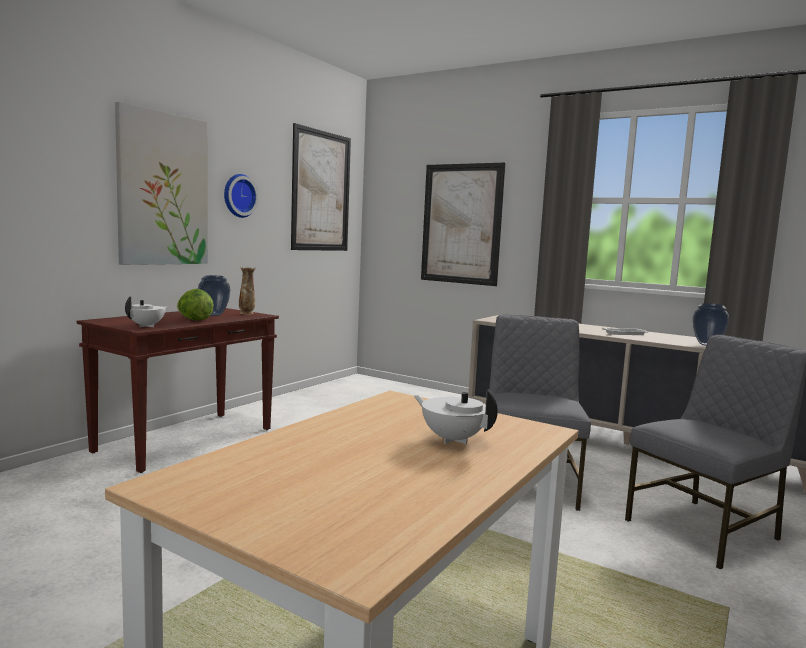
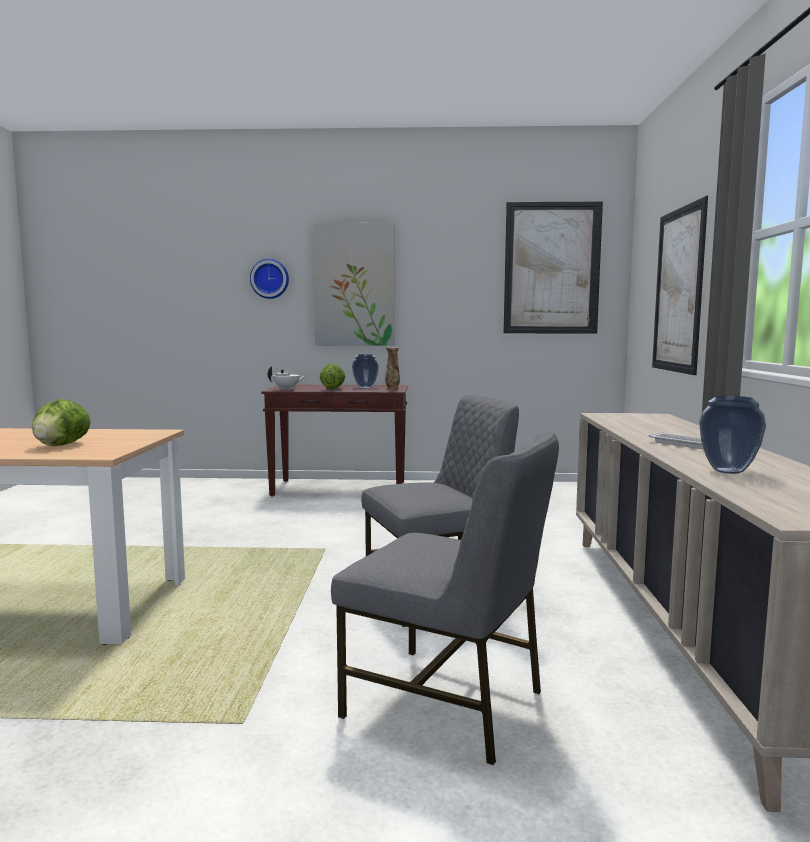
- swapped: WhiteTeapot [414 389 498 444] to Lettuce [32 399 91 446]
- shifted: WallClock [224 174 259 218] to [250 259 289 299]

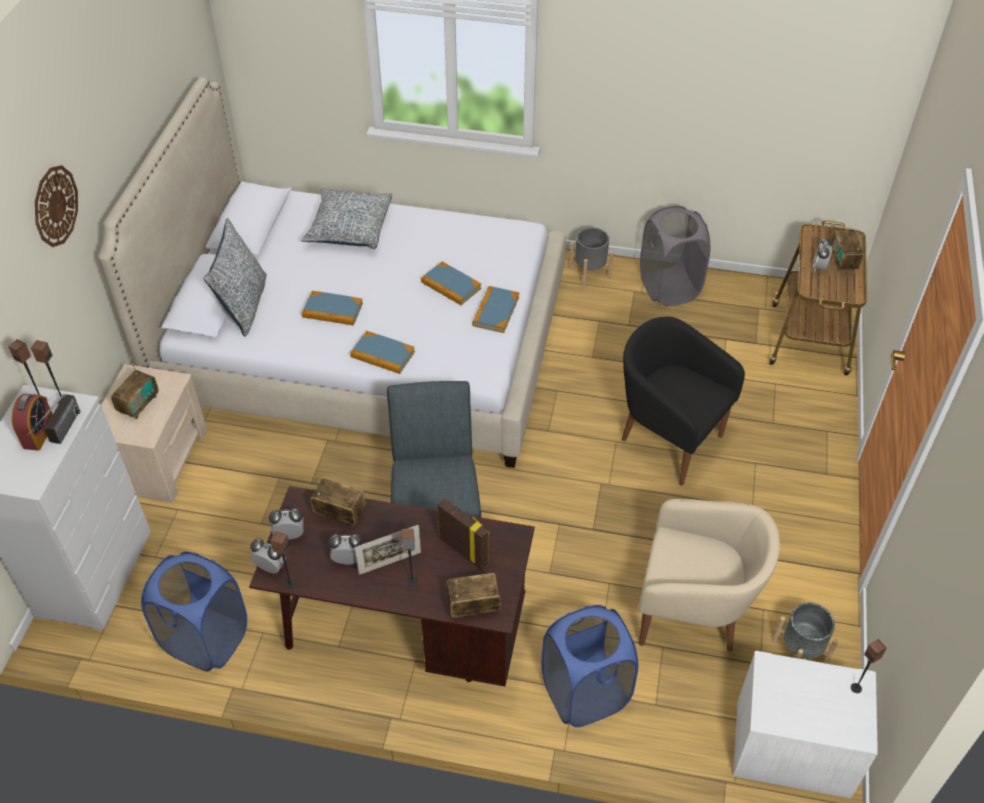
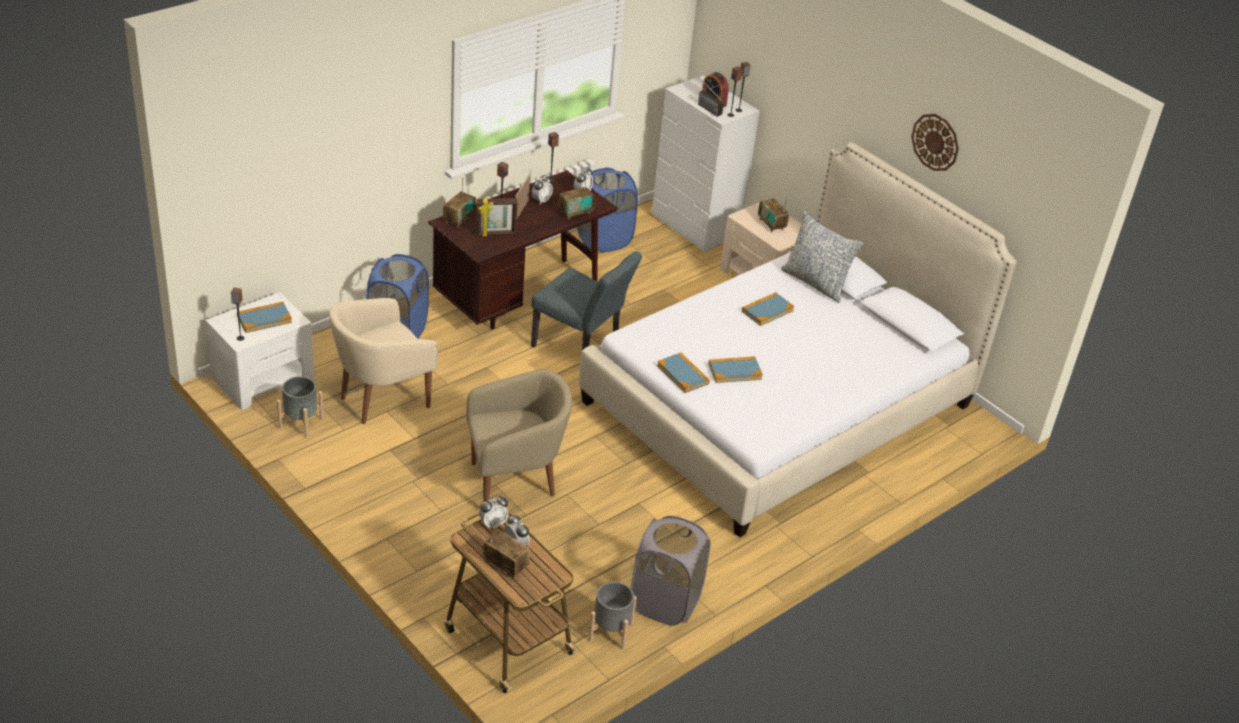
- shifted: Book [350 331 415 374] to [237 302 292 333]
- repainted: BlackArmchair [622 317 745 486] to BeigeArmchair [467 369 572 502]
- shifted: AlarmClock [250 538 286 574] to [479 496 508 529]
- shifted: GreyPlanter [569 228 614 287] to [589 581 637 650]
- shifted: WallClock [35 165 78 247] to [911 114 959 171]
- gone: Pillow [301 188 392 249]

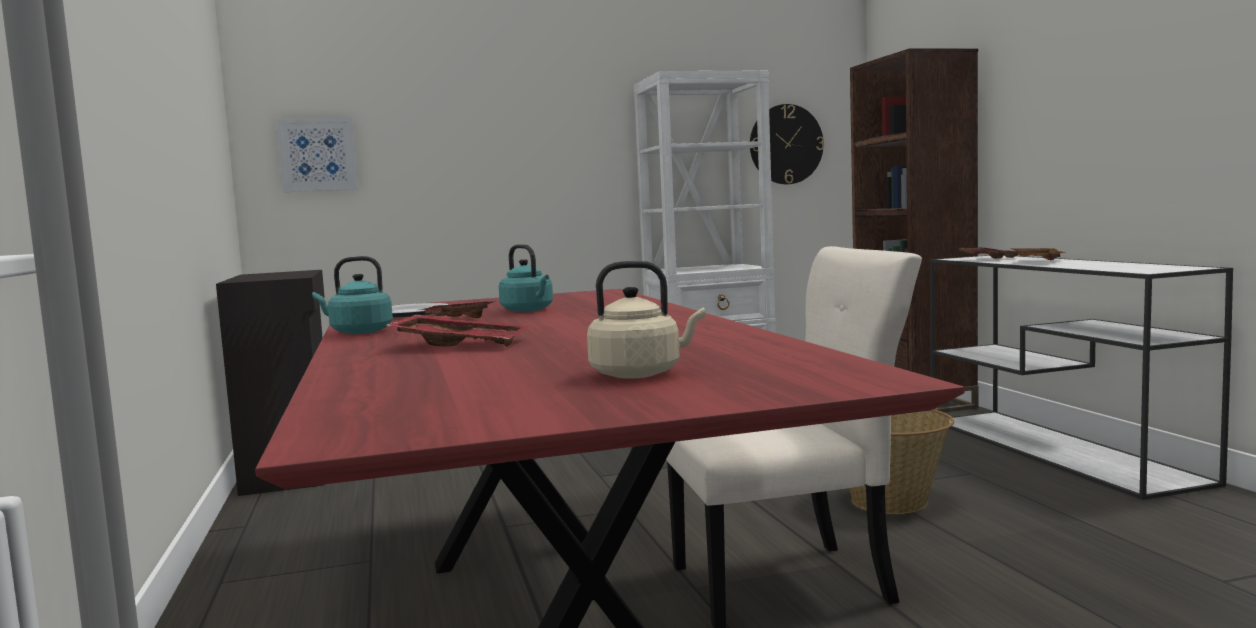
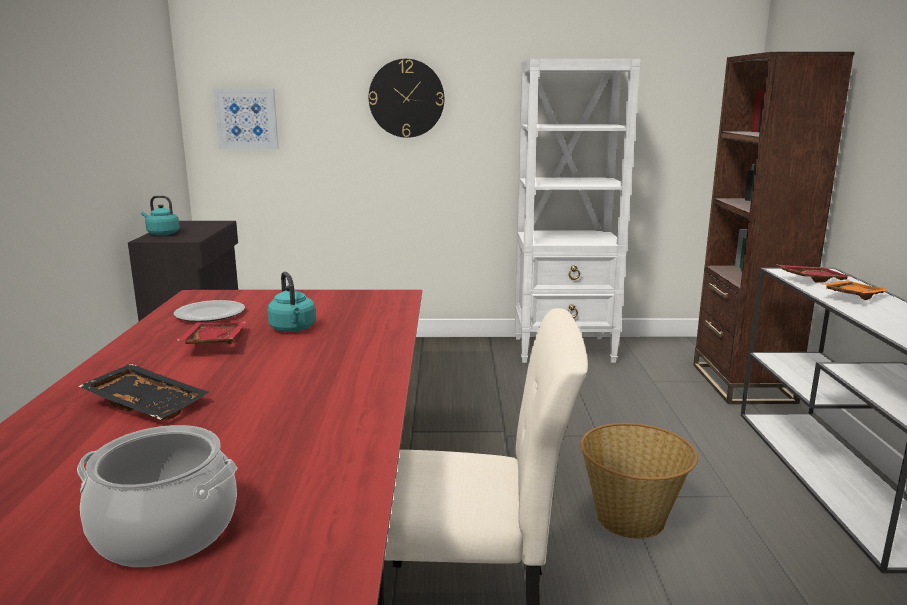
- swapped: BeigeKettle [587 261 705 379] to CookingPot [77 425 237 567]
- repainted: RedTray [387 315 529 347] to BlackTray [78 364 209 420]
- shifted: TurquoiseKettle [312 256 393 334] to [141 195 180 236]
- shifted: WallClock [750 104 824 184] to [369 59 444 138]

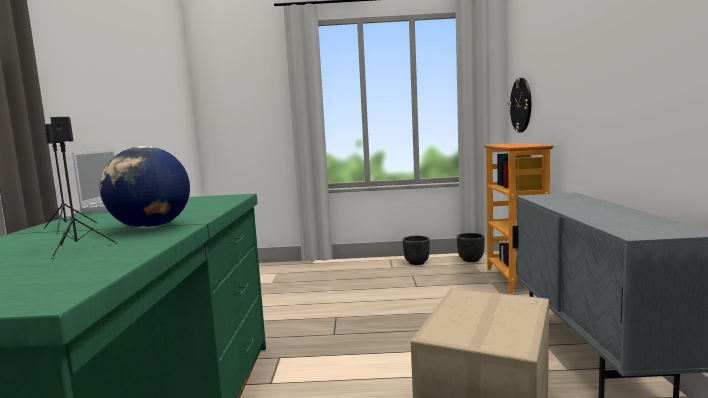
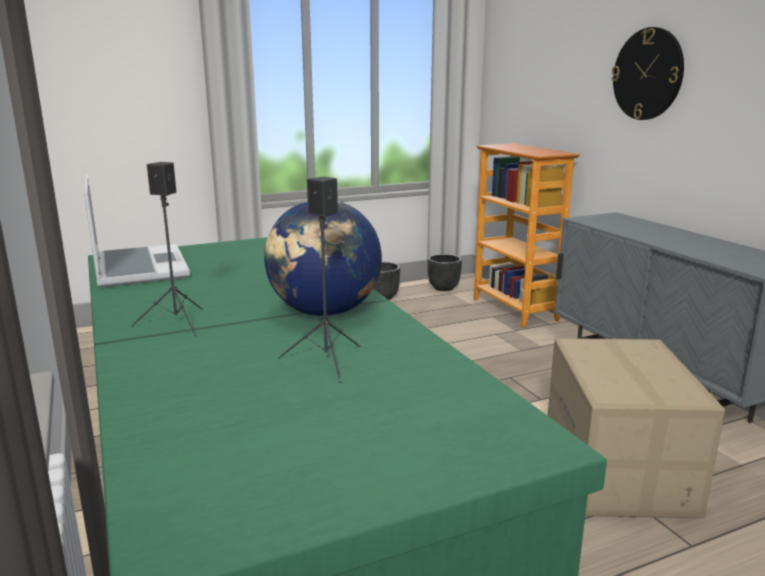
- shifted: WallClock [508 78 531 133] to [611 27 684 120]

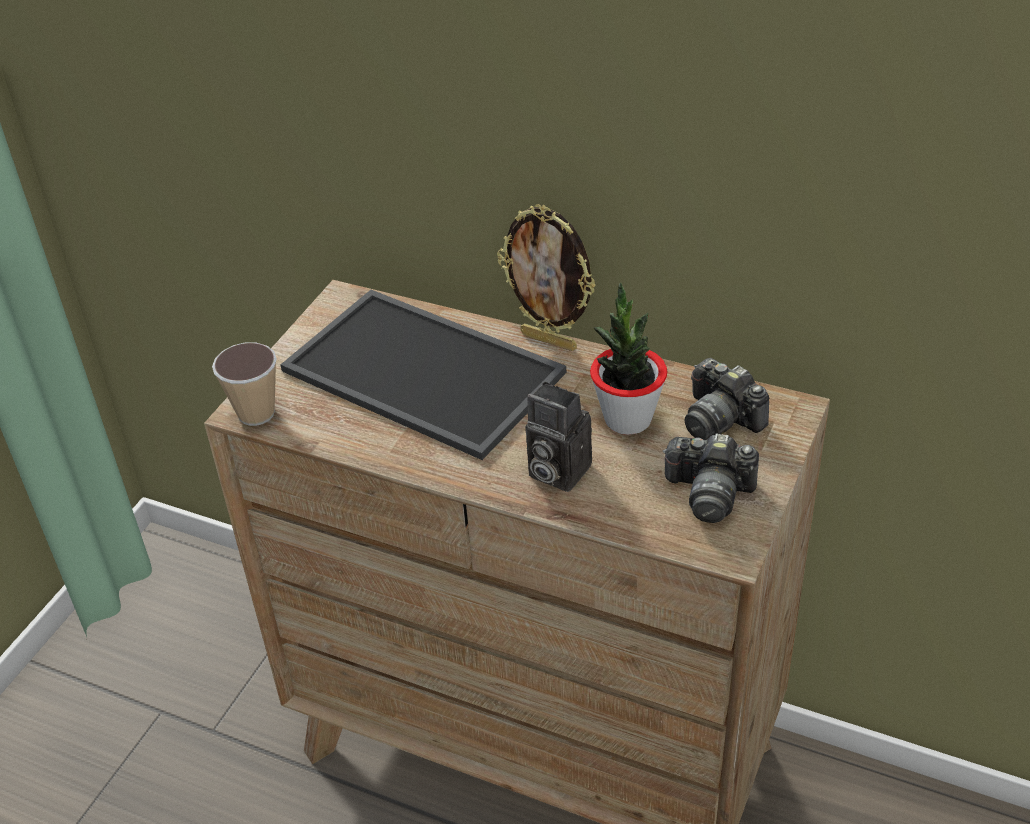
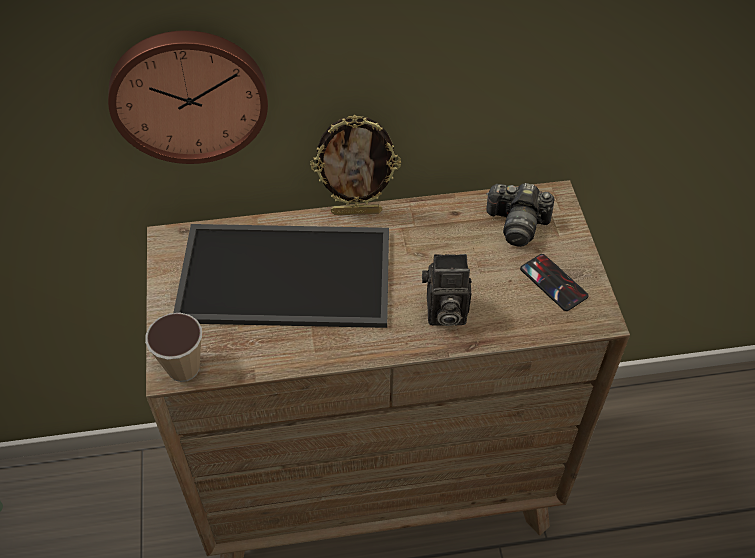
- new: WallClock [108 30 268 164]
- swapped: PhotoCamera [663 434 759 523] to Phone [520 254 589 311]
- gone: PottedPlant [590 283 667 435]

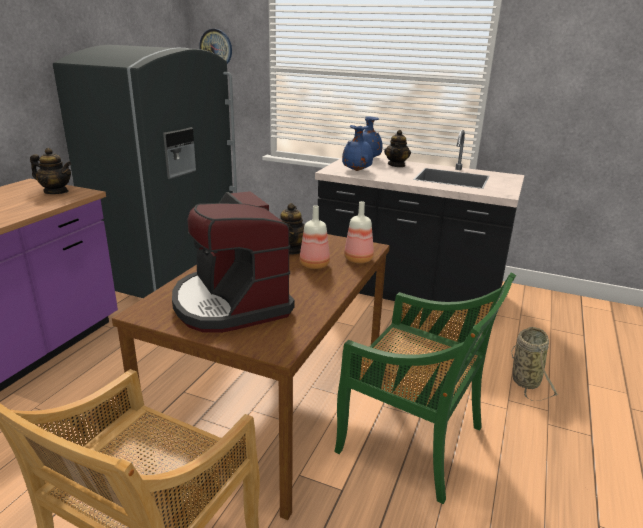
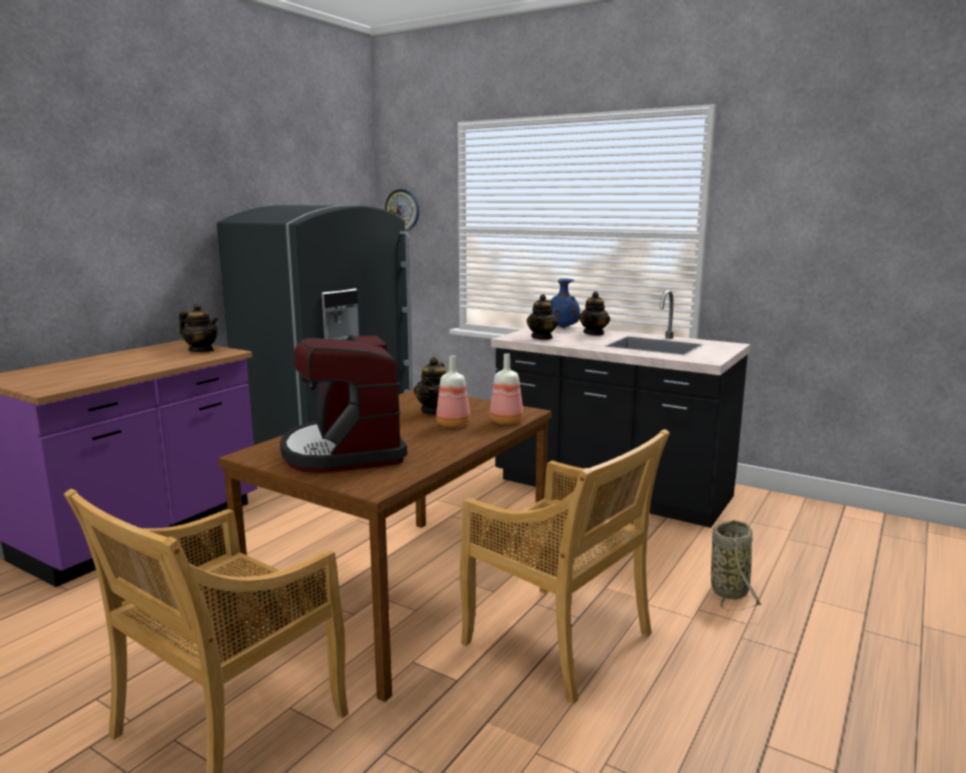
- repainted: GreenChair [334 273 516 504] to BeigeChair [460 429 670 704]
- swapped: BlueVase [342 125 373 171] to Teapot [527 294 558 340]

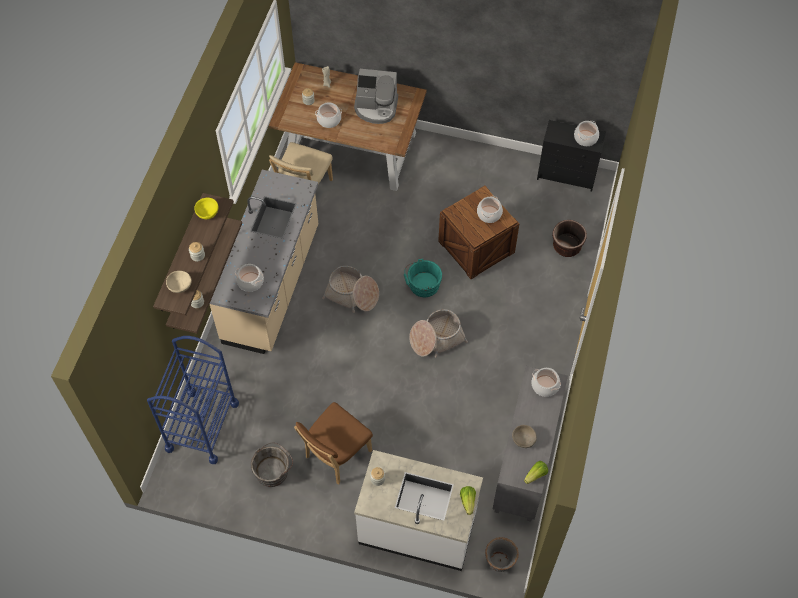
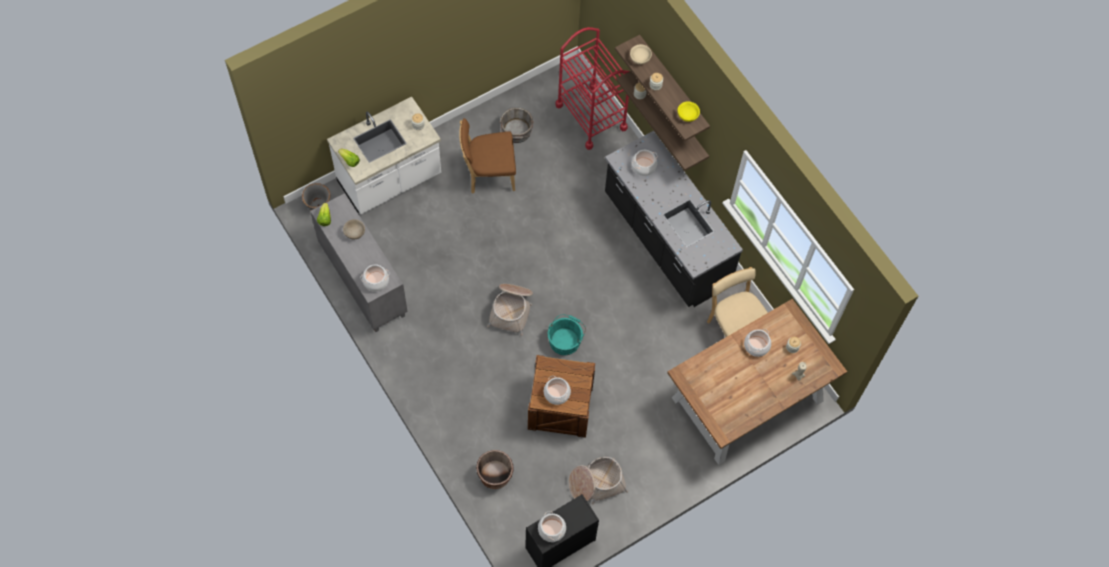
- rotated: BrownChair [294 402 373 484] = [459 118 516 194] 90 degrees counterclockwise
- repainted: BlueCart [147 336 239 464] to RedCart [555 27 630 150]
- shifted: Basket [322 266 379 313] to [569 457 628 504]
- repainted: BeigeCounter [210 170 318 354] to BlackCounter [605 131 743 307]
- gone: CoffeeMachine [354 69 398 124]

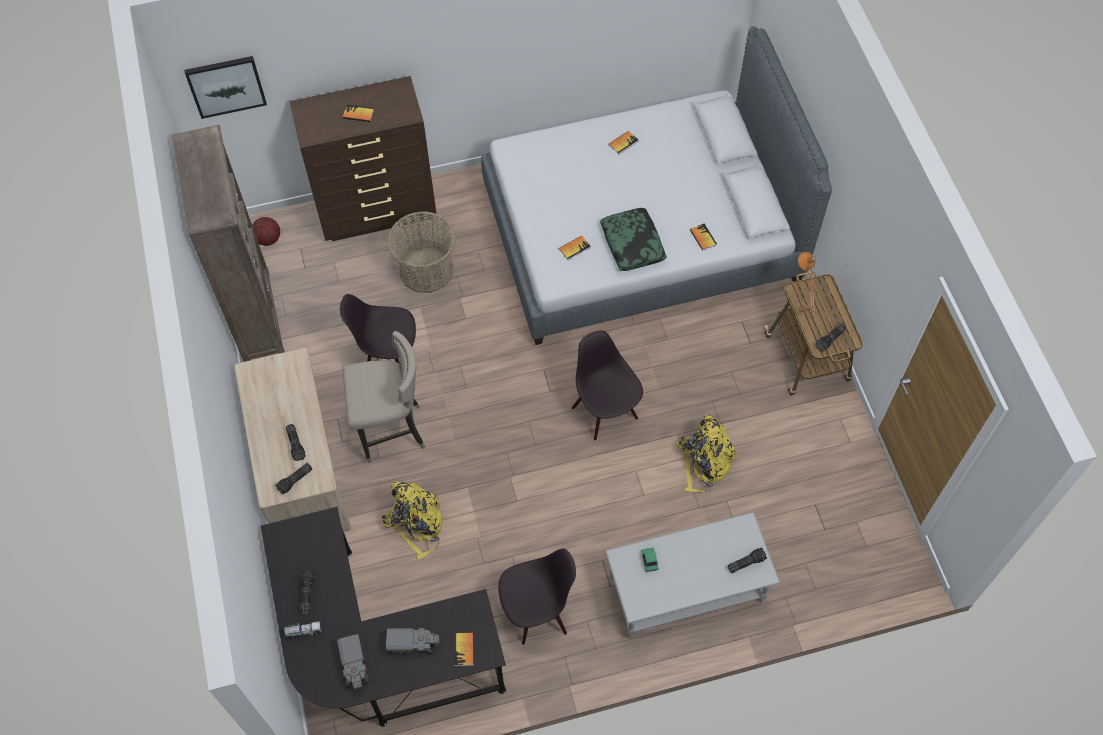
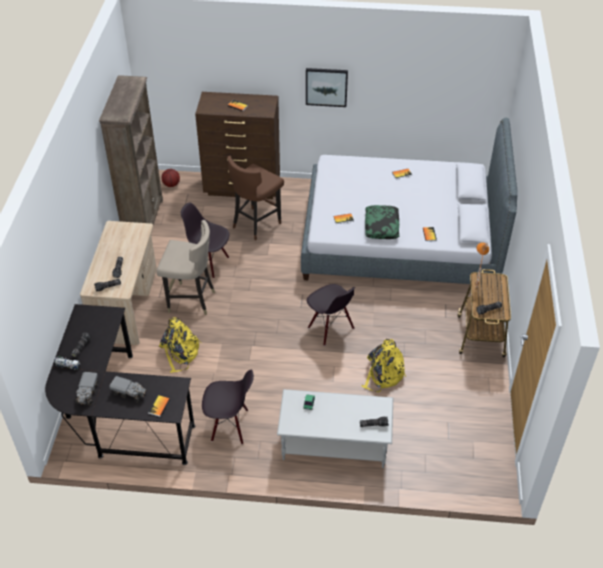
- swapped: Basket [388 212 455 293] to BrownStool [227 156 284 240]
- shifted: Picture [184 56 267 119] to [306 68 348 107]
- rotated: BlackChair [572 330 643 441] = [307 284 355 346] 150 degrees clockwise

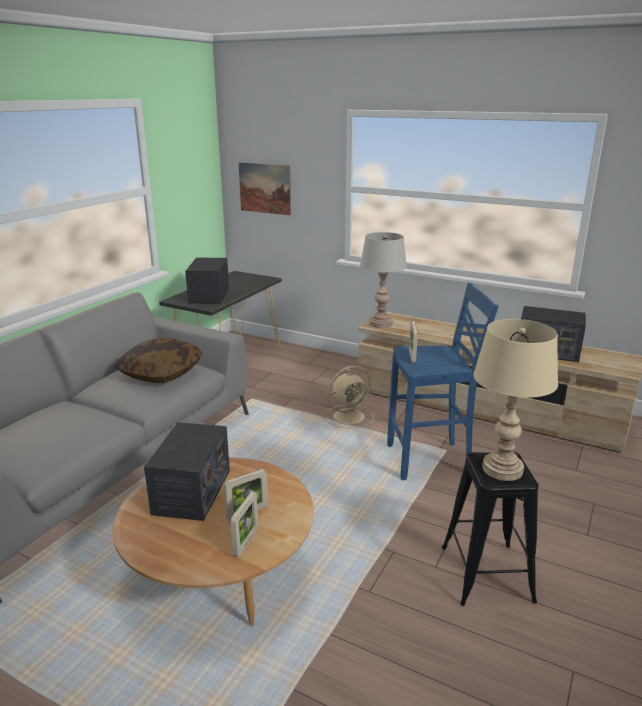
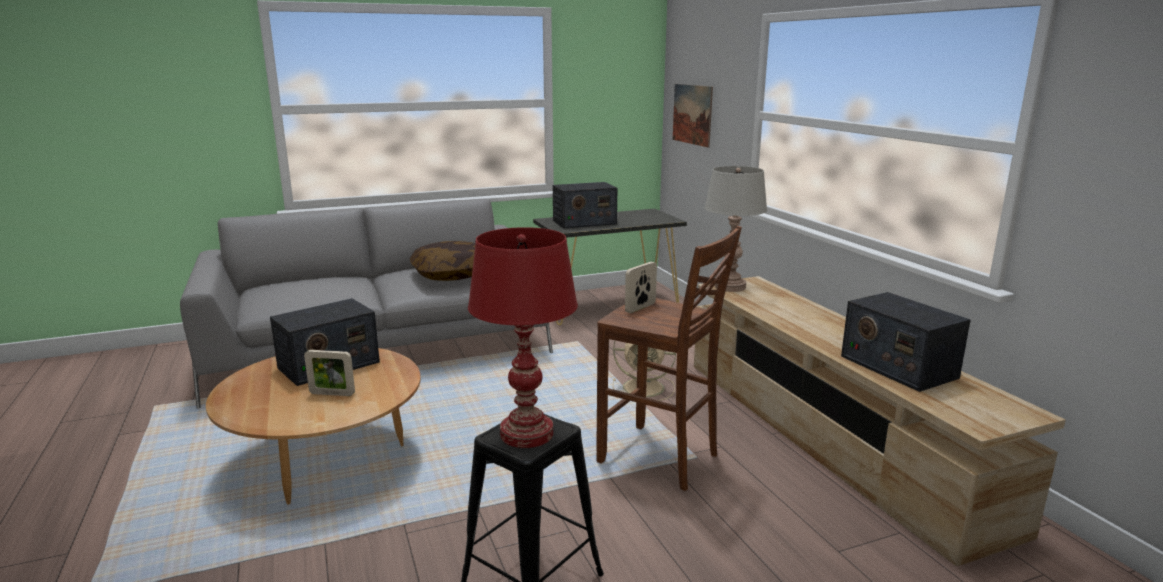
- repainted: BeigeTableLamp [473 319 558 481] to RedTableLamp [468 227 578 448]
- rotated: Radio [185 258 229 304] = [553 182 617 228] 150 degrees counterclockwise
- repainted: BlueStool [387 283 499 480] to BrownStool [596 226 742 491]
- gone: PictureFrame [231 492 258 557]

